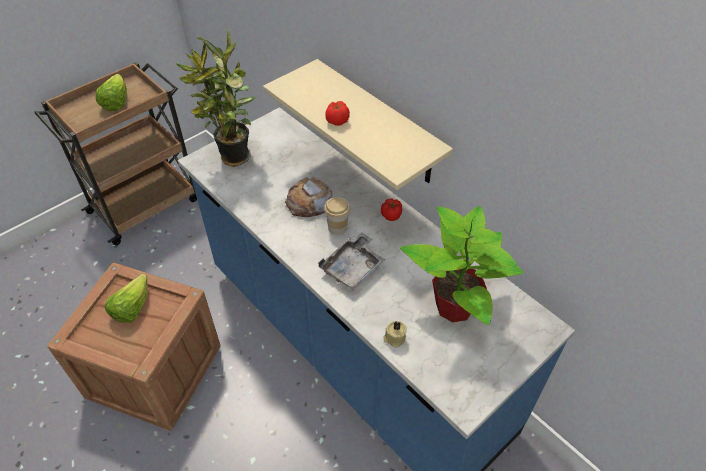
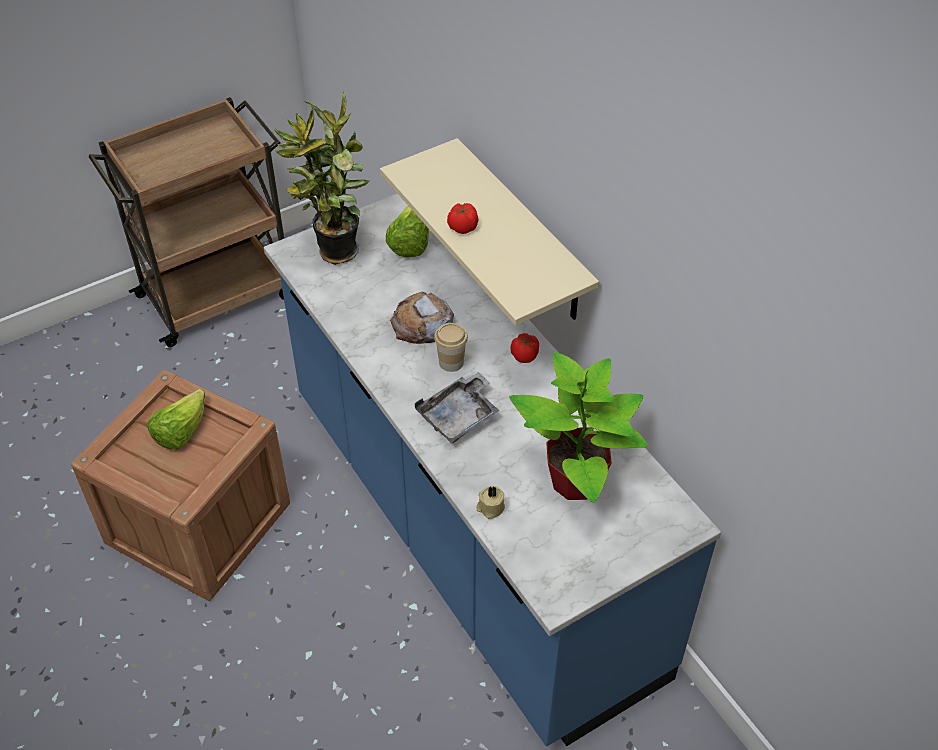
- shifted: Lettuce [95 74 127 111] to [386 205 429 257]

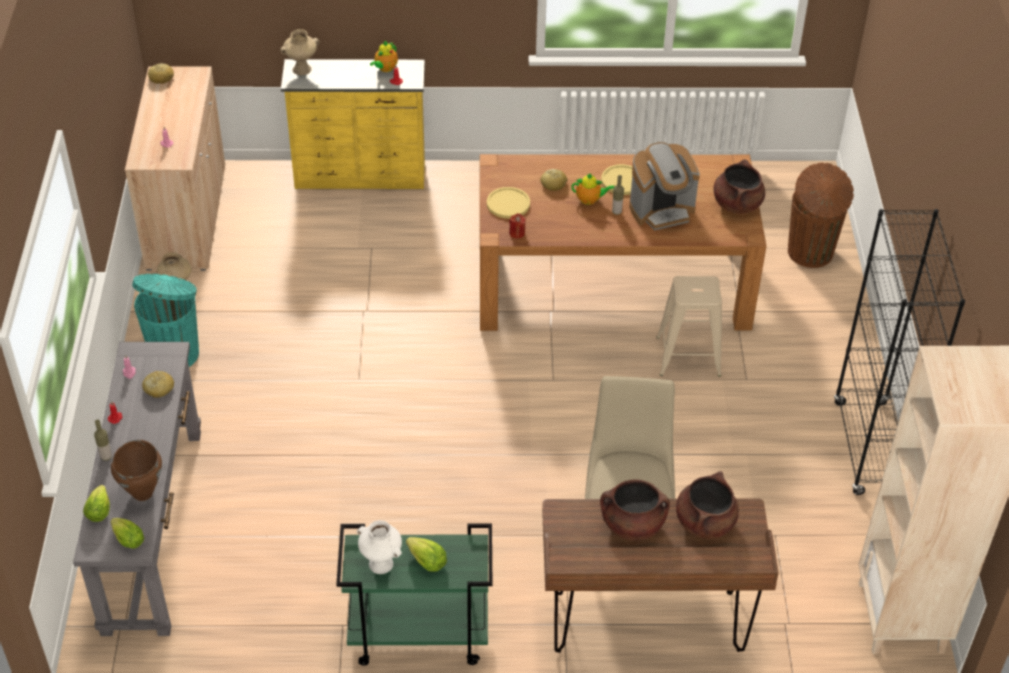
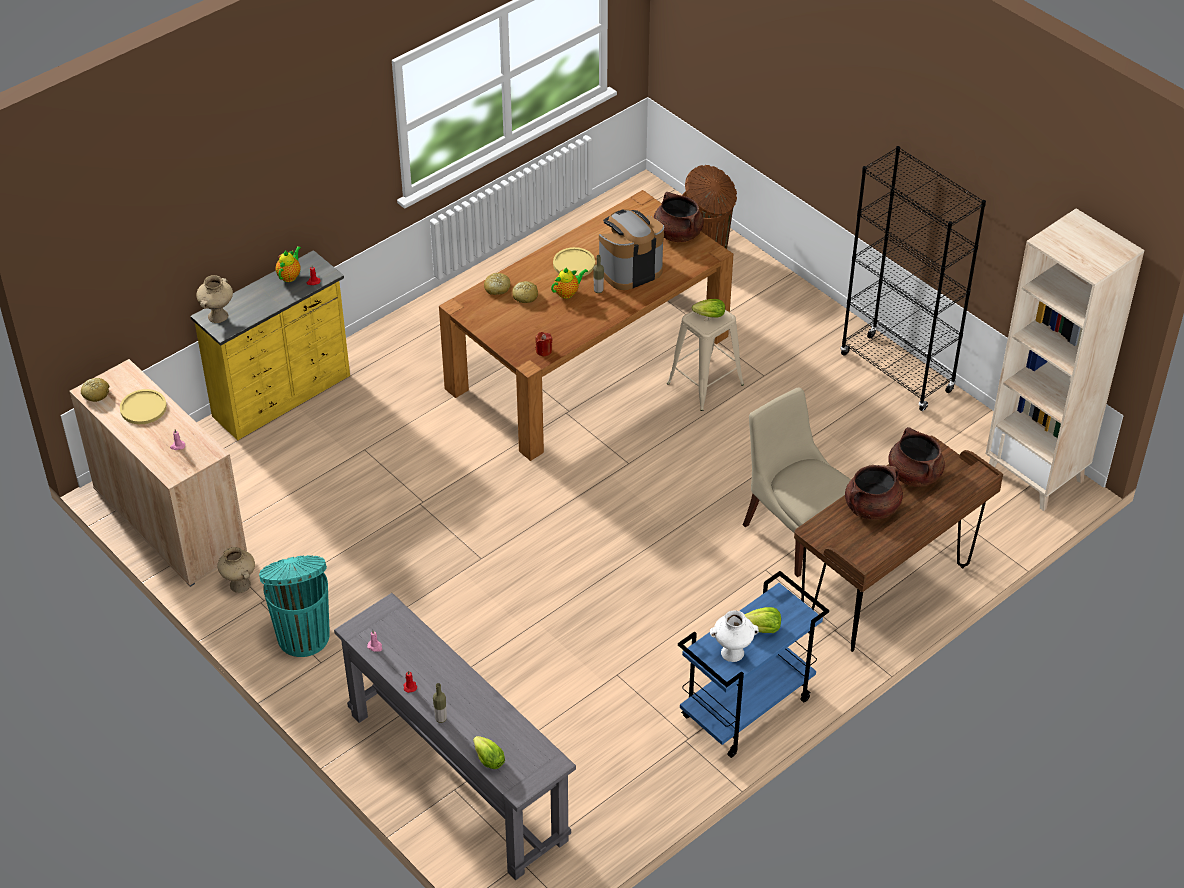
- shifted: YellowPlate [487 187 530 219] to [120 389 167 424]
- rotated: Teapot [370 41 398 72] = [276 246 301 282] 150 degrees counterclockwise
- shifted: Bread [142 371 174 398] to [484 273 510 295]
- rotated: CoffeeMachine [629 142 700 230] = [599 209 664 290] 150 degrees counterclockwise
- repainted: GreenCart [336 523 492 665] to BlueCart [678 571 829 758]
- shifted: Lettuce [110 518 145 549] to [692 299 725 318]
- gone: BrownCookingPot [111 440 162 501]

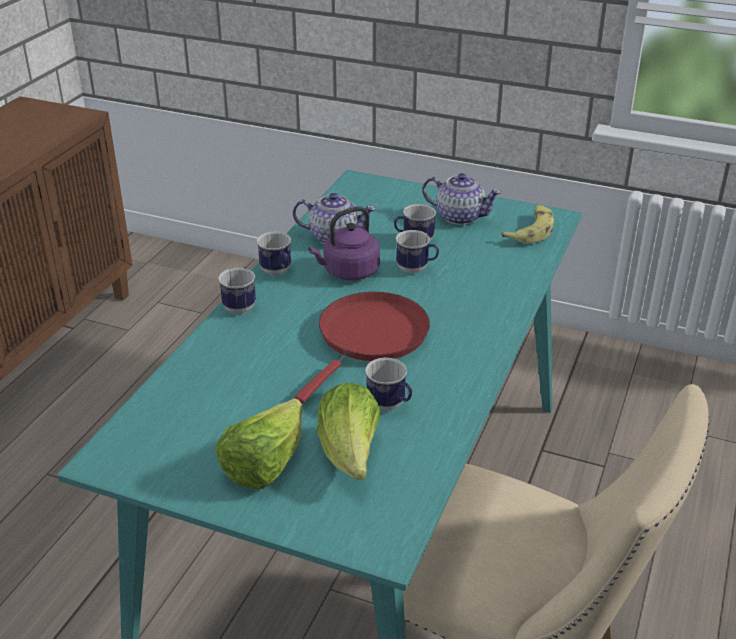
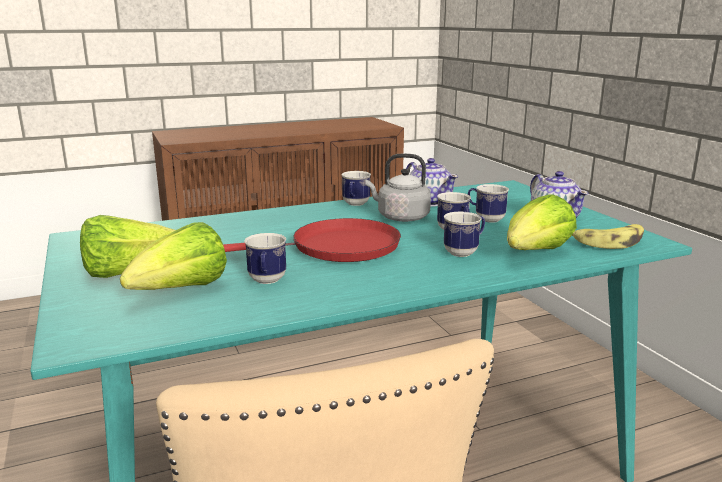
- repainted: PurpleKettle [308 206 380 281] to GreyKettle [366 154 431 222]
- shifted: Mug [218 267 256 314] to [444 212 485 257]
- new: Lettuce [507 194 577 250]

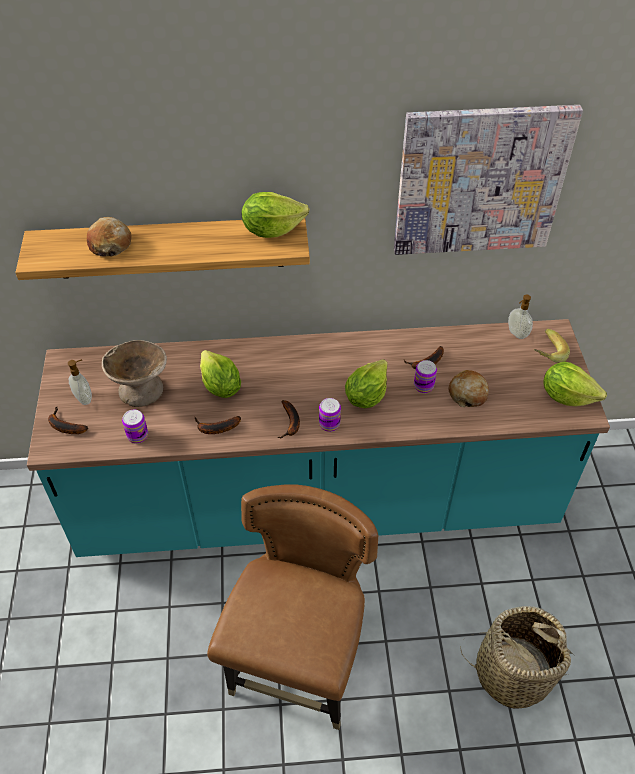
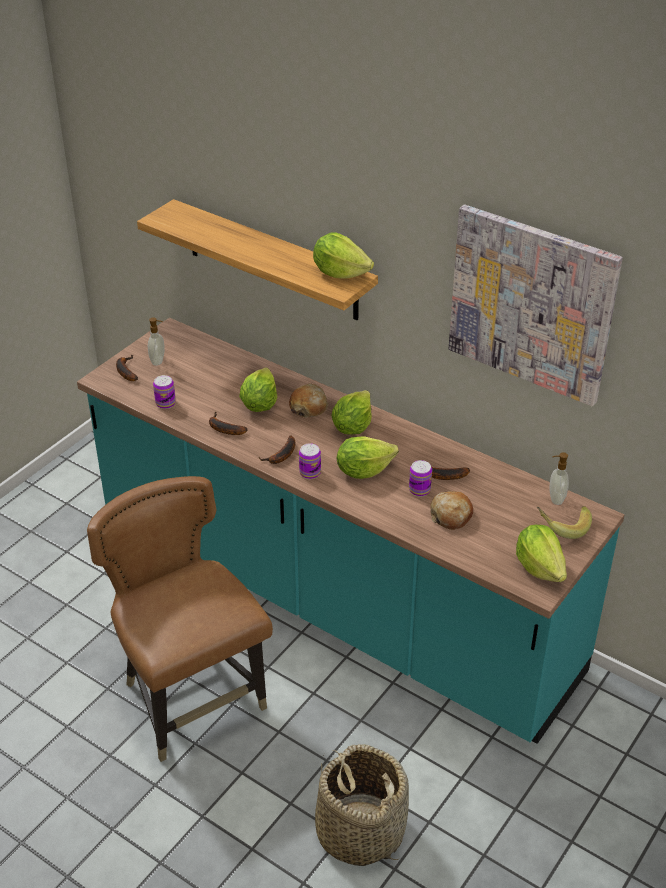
- rotated: BrownChair [207 484 378 730] = [87 476 273 762] 90 degrees counterclockwise
- shifted: Bread [87 217 131 257] to [289 383 328 418]
- new: Lettuce [331 390 372 435]
- gone: BeigeBowl [102 340 167 407]

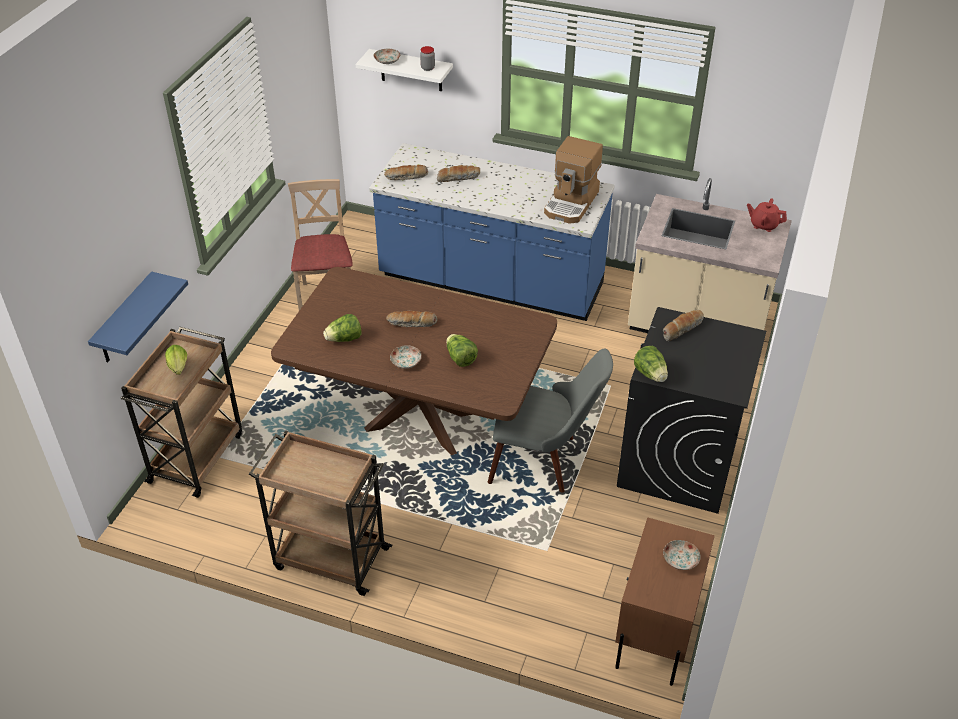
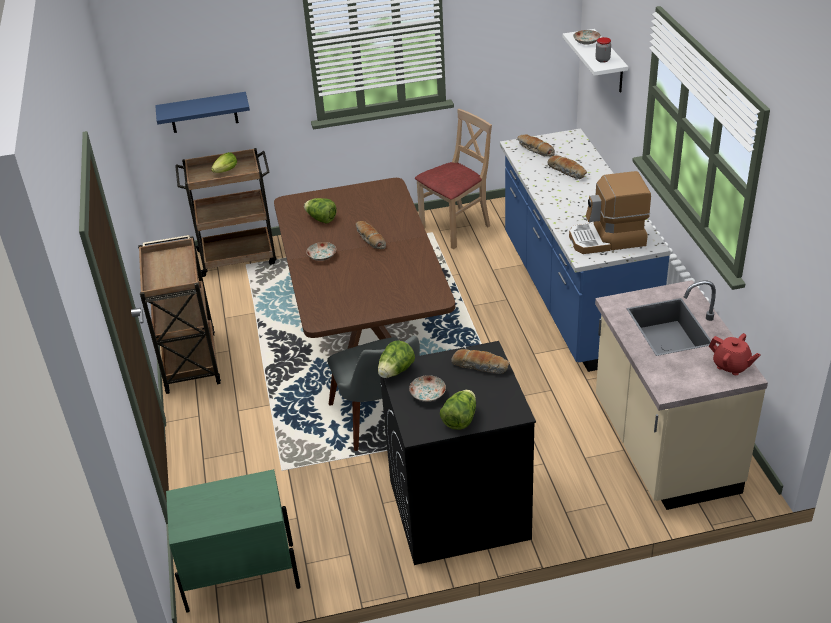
- repainted: BrownNightstand [615 517 715 686] to GreenNightstand [166 469 300 613]
- shifted: Plate [663 540 701 570] to [409 375 446 402]
- shifted: Lettuce [446 334 478 367] to [440 390 476 430]
- rotated: RedTeapot [747 199 787 232] = [709 333 761 375] 135 degrees clockwise

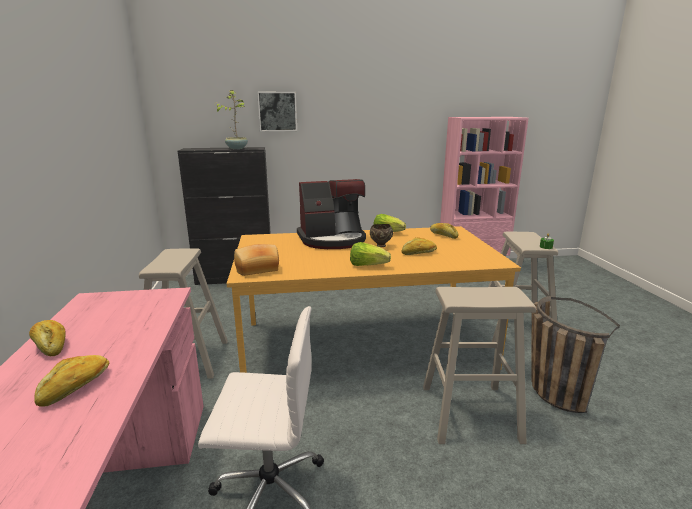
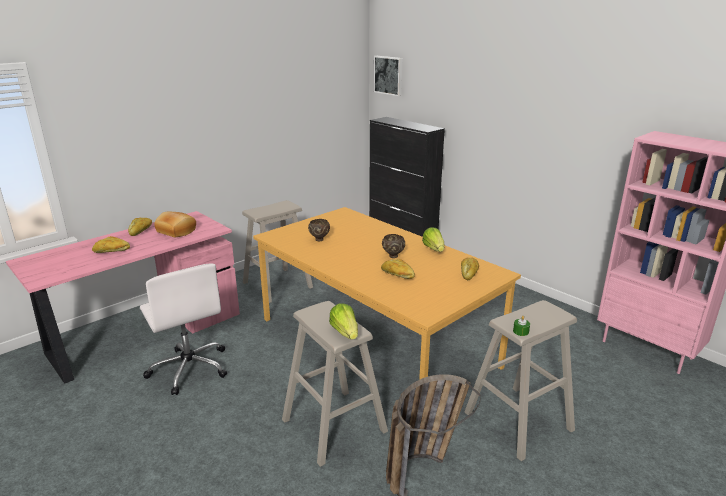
- shifted: Bread [234 244 279 276] to [154 212 196 237]
- new: BrownBowl [308 219 330 241]
- shifted: Lettuce [350 242 391 266] to [329 303 358 340]
- shifted: Picture [257 92 297 131] to [374 56 402 96]
- gone: PottedPlant [216 90 248 149]
- gone: CoffeeMachine [297 179 366 249]

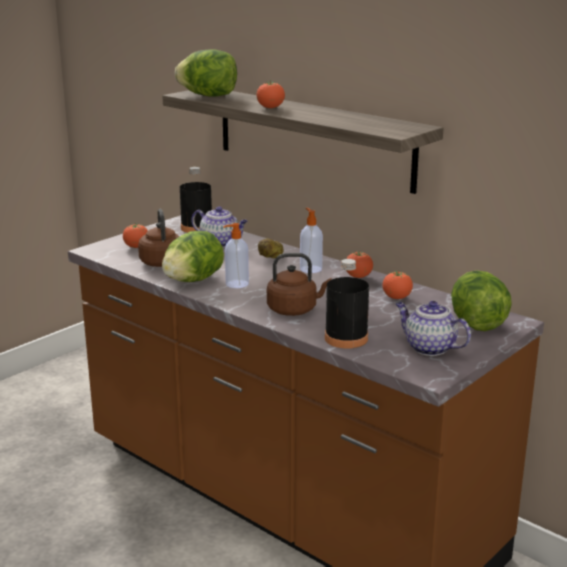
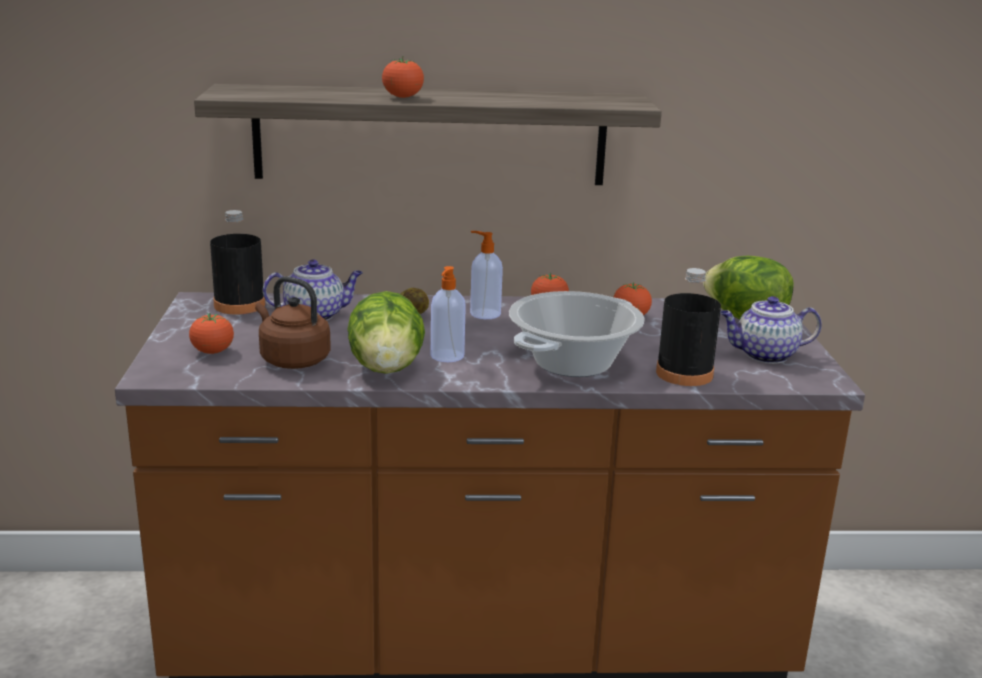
- swapped: BrownKettle [267 253 332 316] to CookingPot [509 291 645 377]
- gone: Lettuce [175 49 237 96]

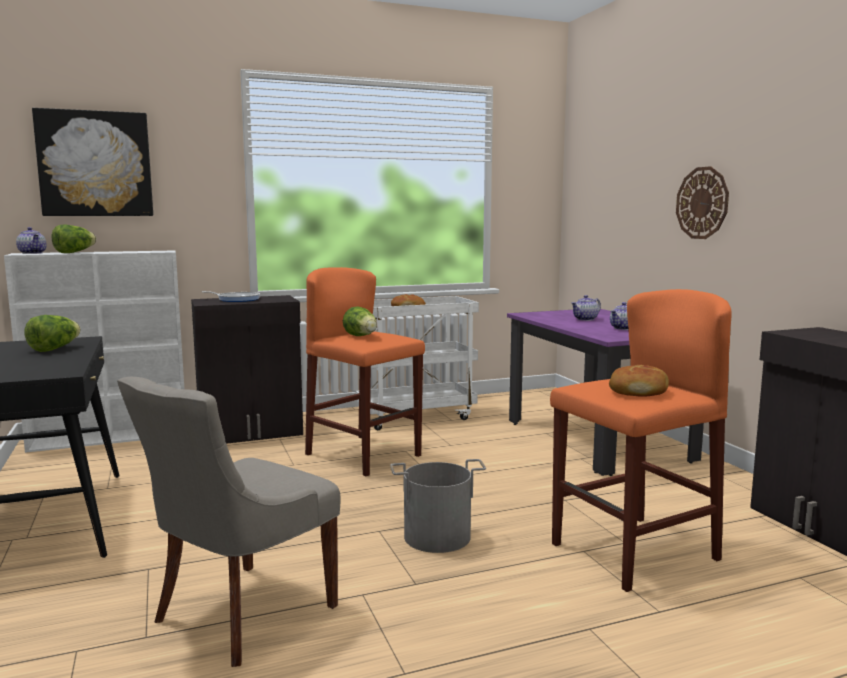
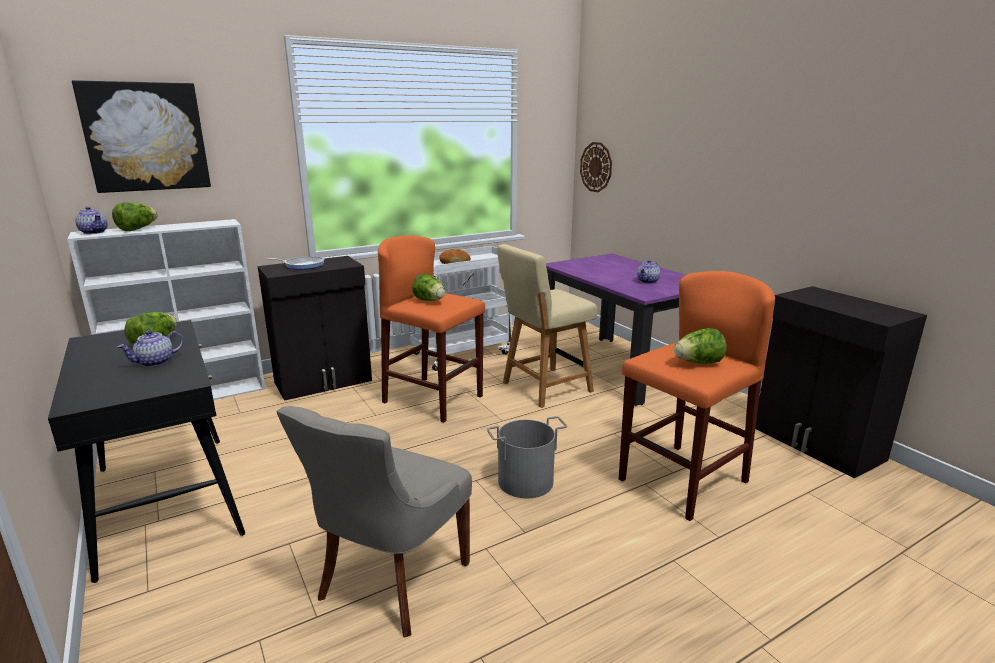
- shifted: Teapot [571 295 601 321] to [118 330 183 367]
- new: BeigeChair [497 244 597 408]
- shifted: WallClock [676 166 729 239] to [580 142 612 192]
- swapped: Bread [609 365 669 397] to Lettuce [674 328 727 364]

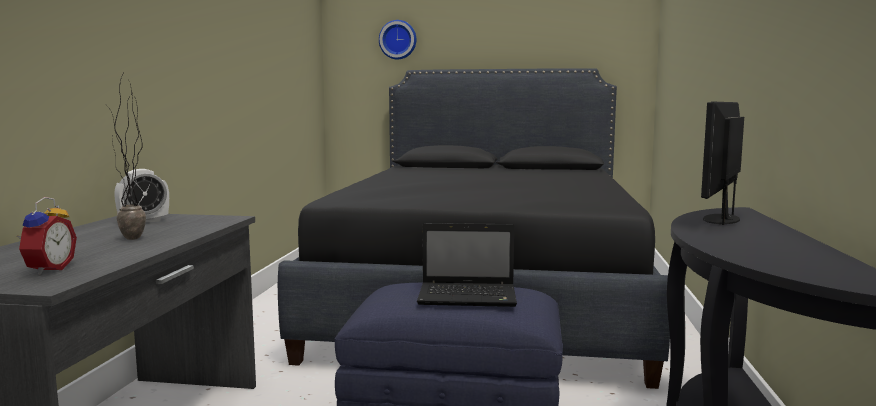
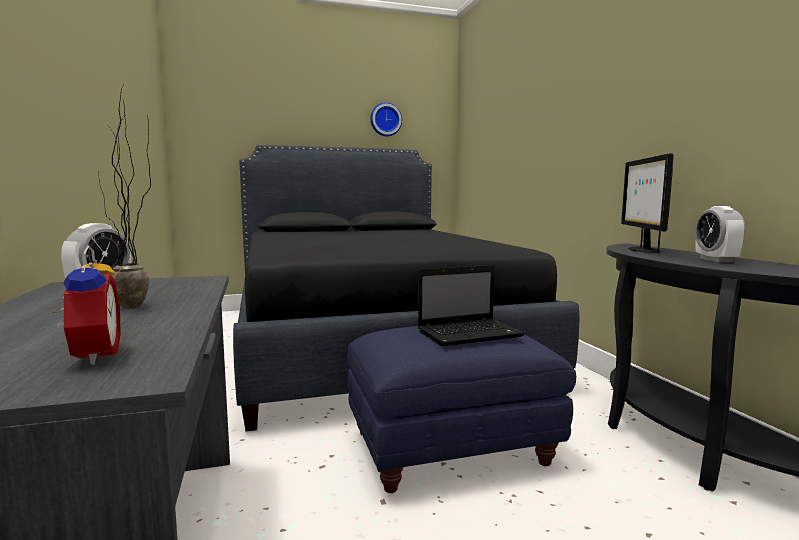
- shifted: WallClock [379 20 416 60] to [370 102 402 136]
- new: AlarmClock [695 206 745 262]

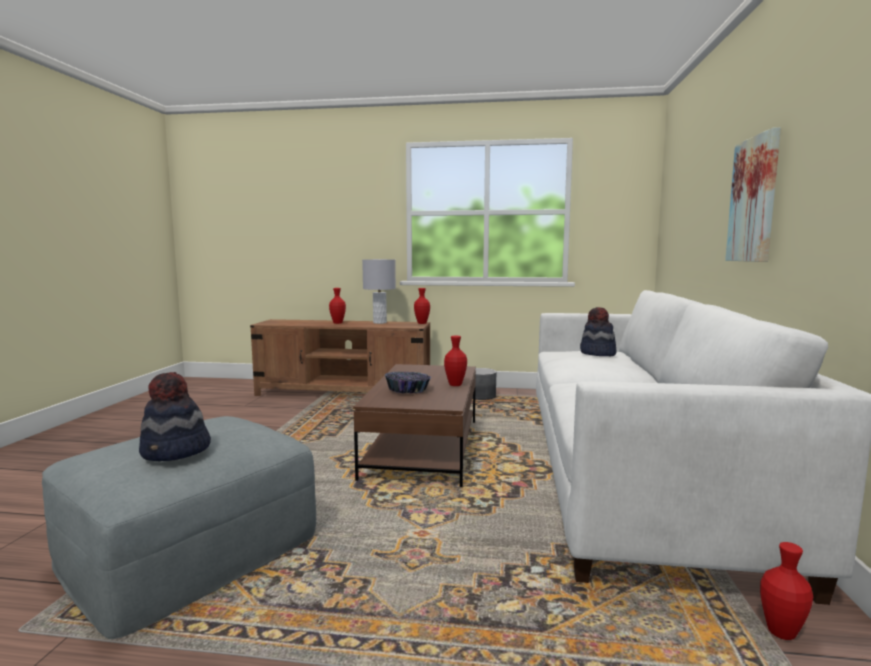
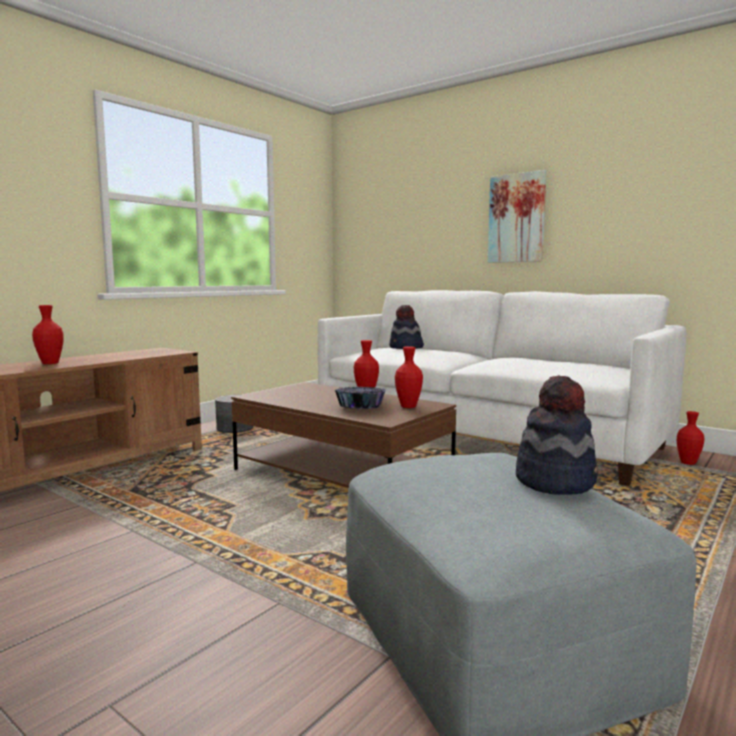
- shifted: RedVase [414 288 430 324] to [395 346 423 408]
- gone: GreyTableLamp [362 259 396 324]

